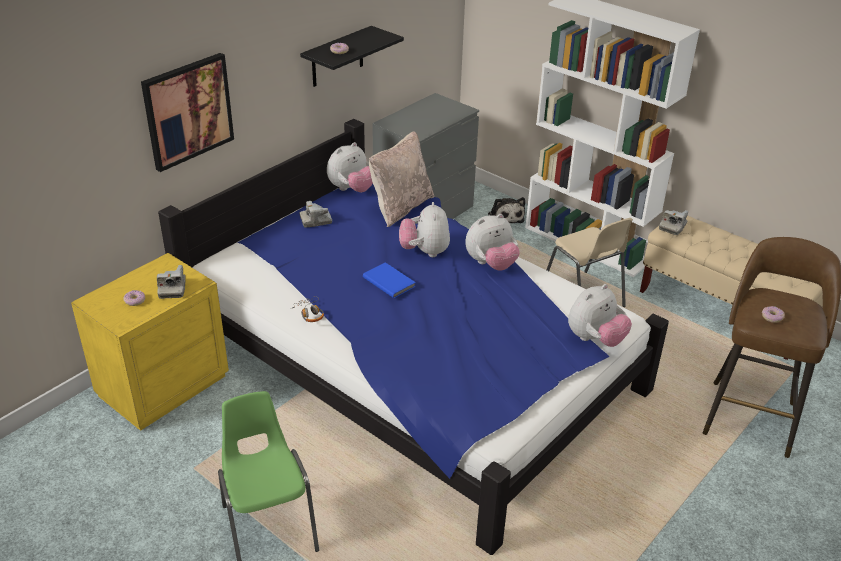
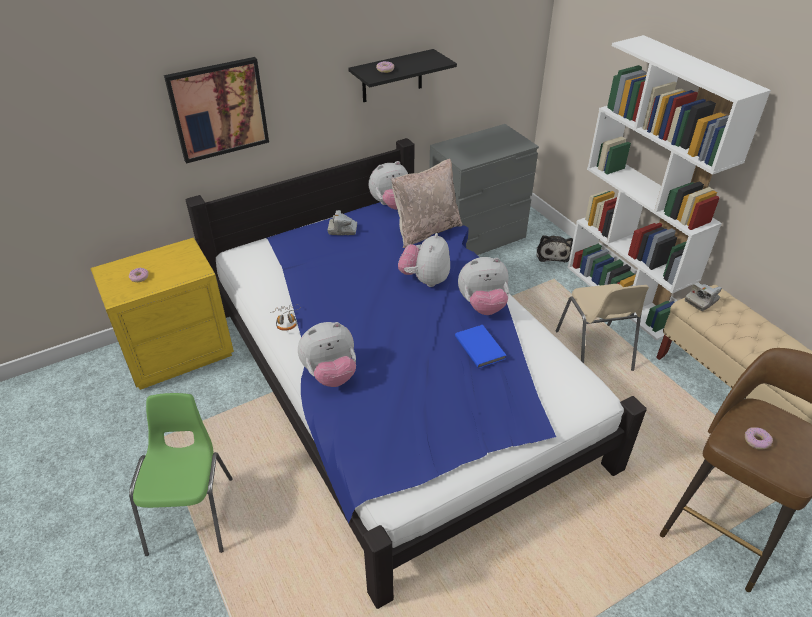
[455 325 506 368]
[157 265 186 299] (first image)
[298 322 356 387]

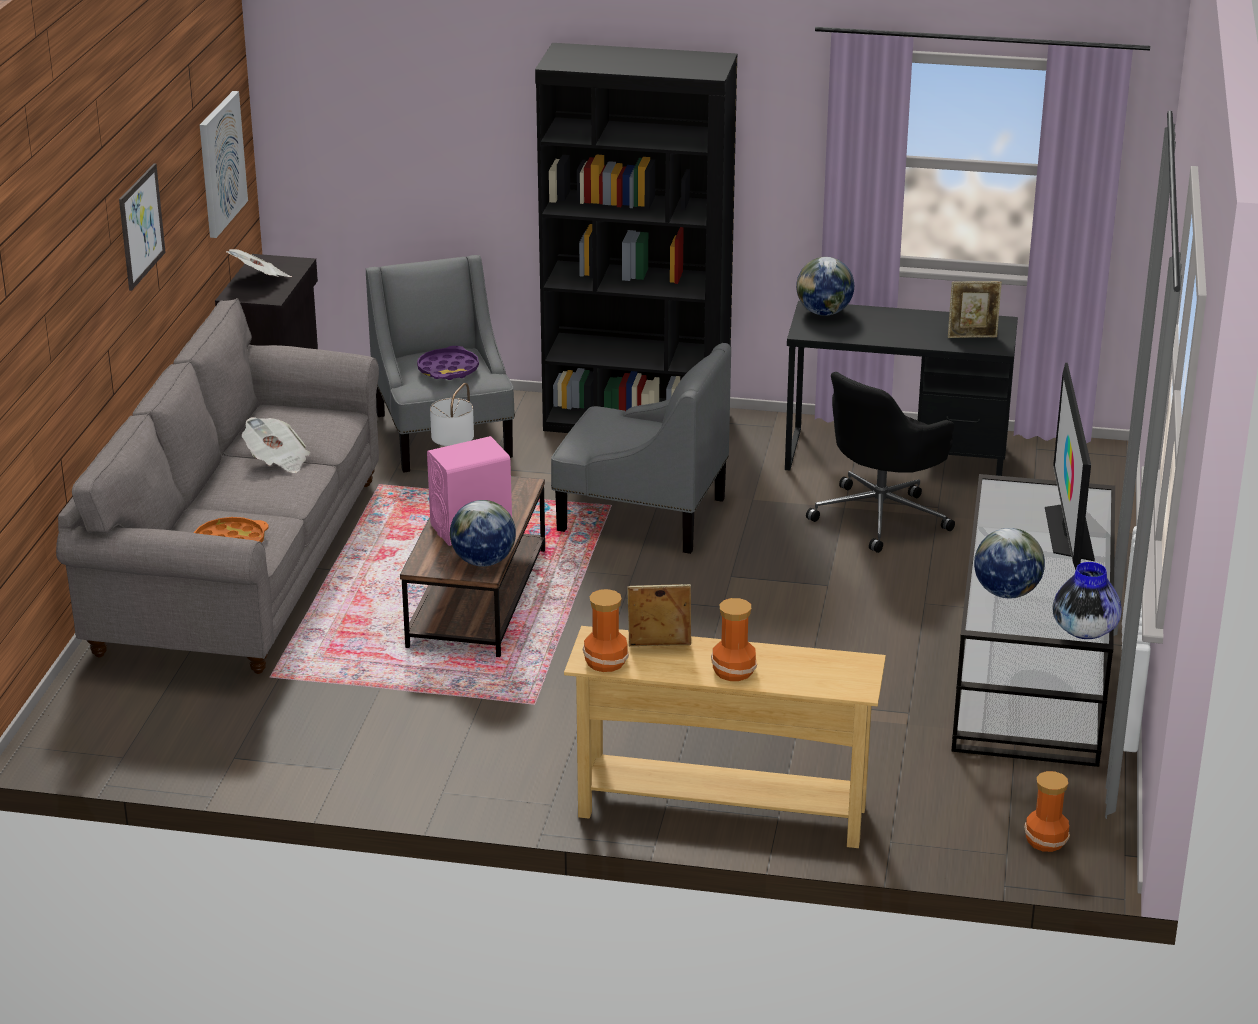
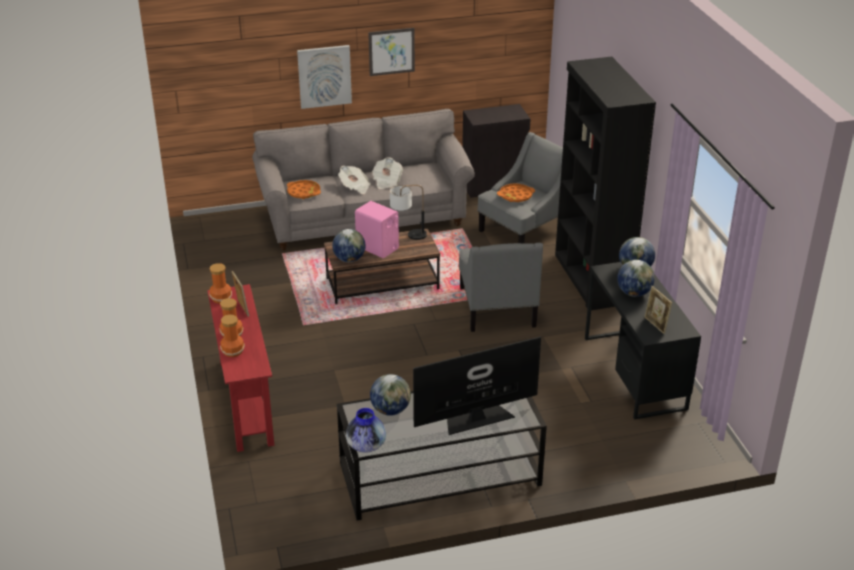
[297 45 352 109]
[338 166 371 194]
[497 183 535 202]
[806 372 955 553] (first image)
[207 284 274 452]
[220 315 245 357]
[617 260 655 297]

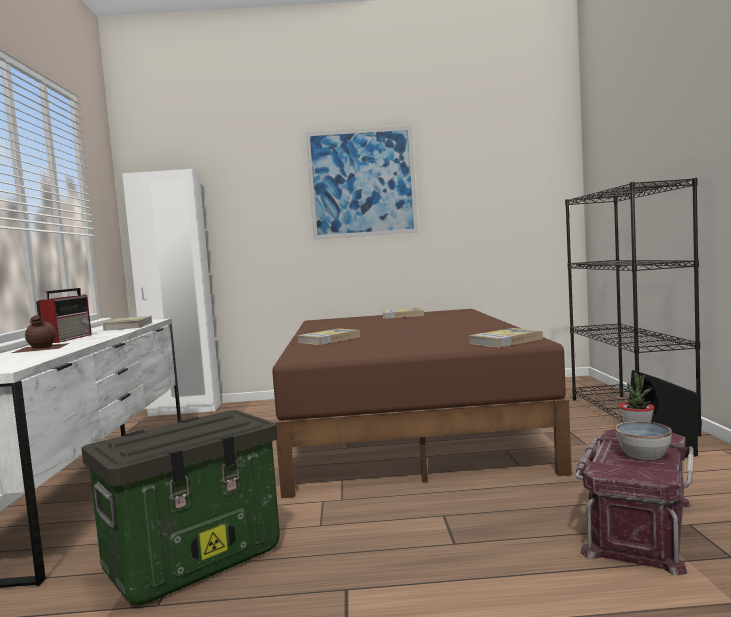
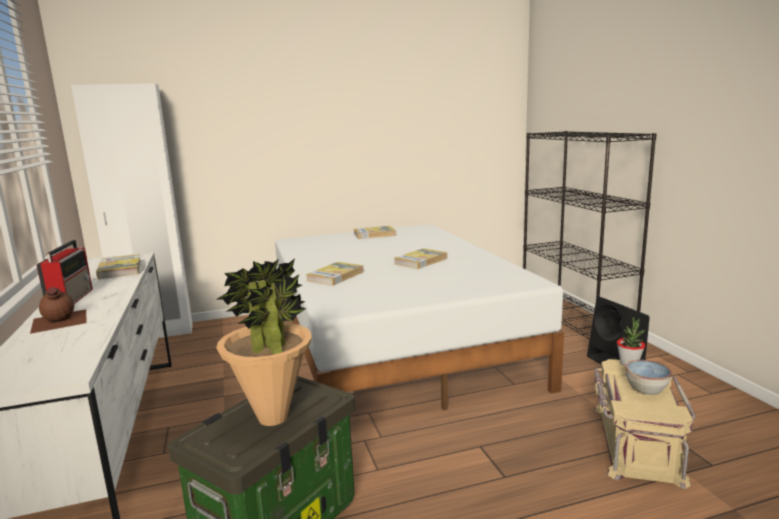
[306 126 418 239] (first image)
[275 224 564 410]
[394 248 447 269]
[594 359 696 489]
[216 258 312 426]

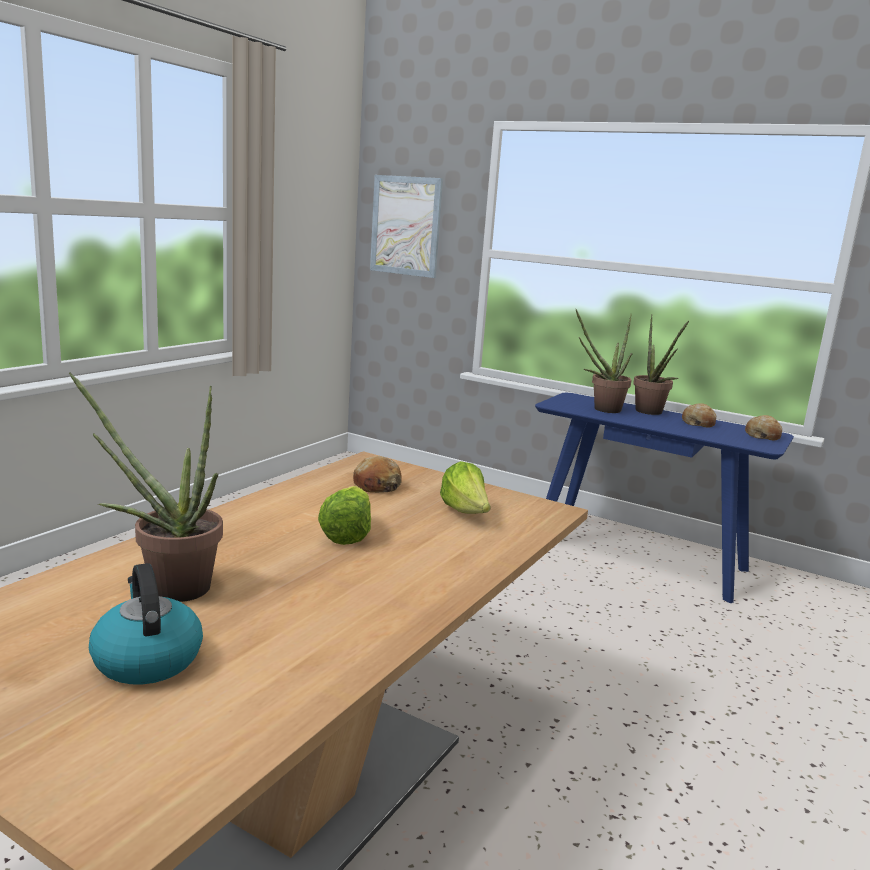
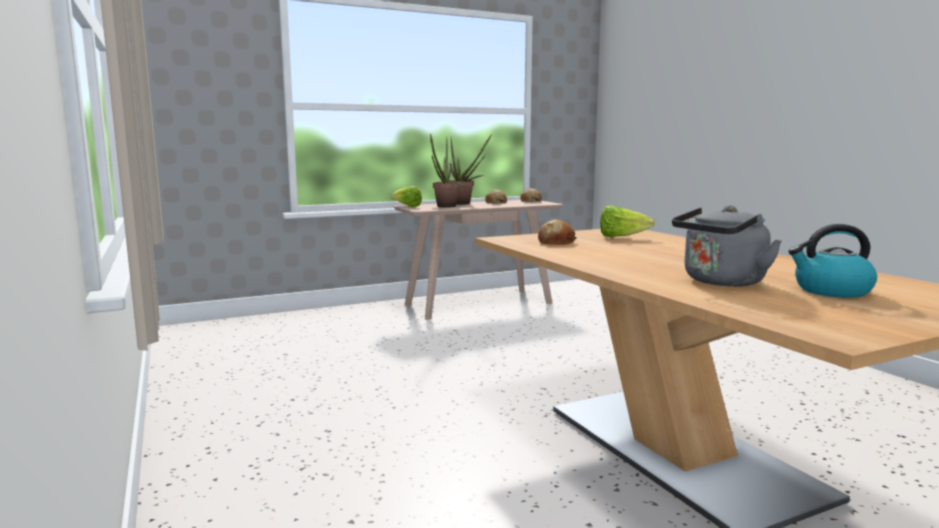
[370 175 443 278] (first image)
[672 206 782 286]
[394 200 563 320]
[391 186 422 207]

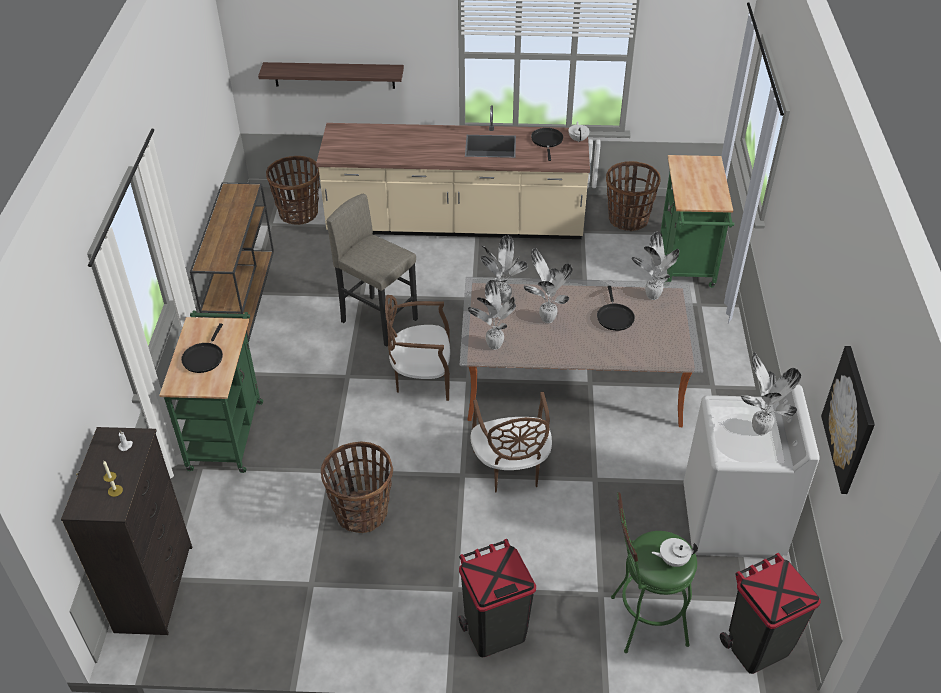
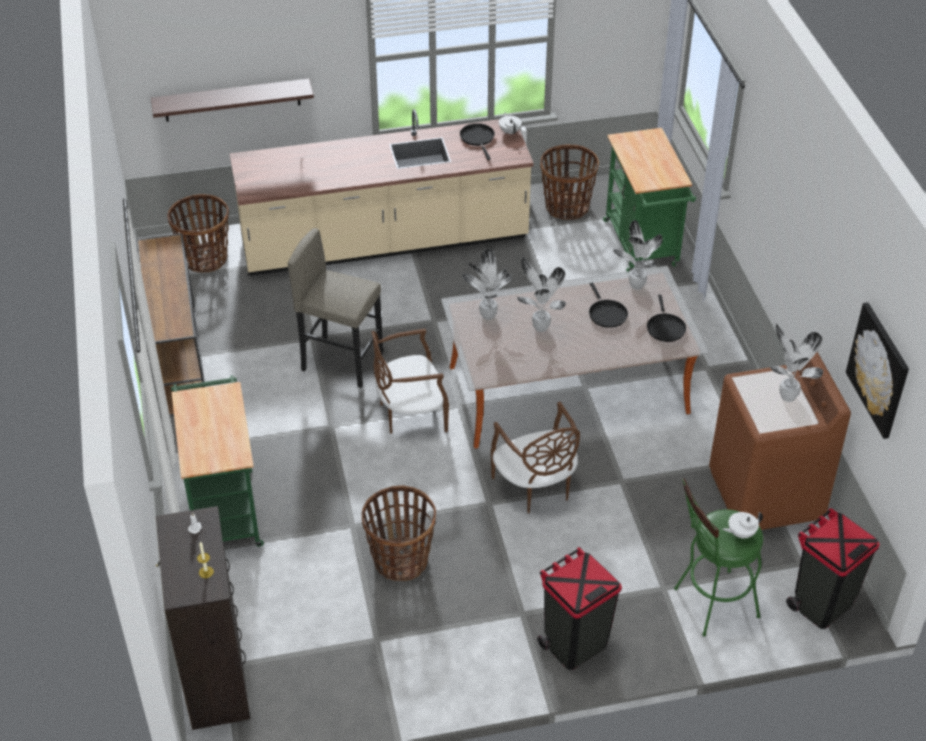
[468 280 516 350] (first image)
[647 295 686 342]
[709 352 851 530]

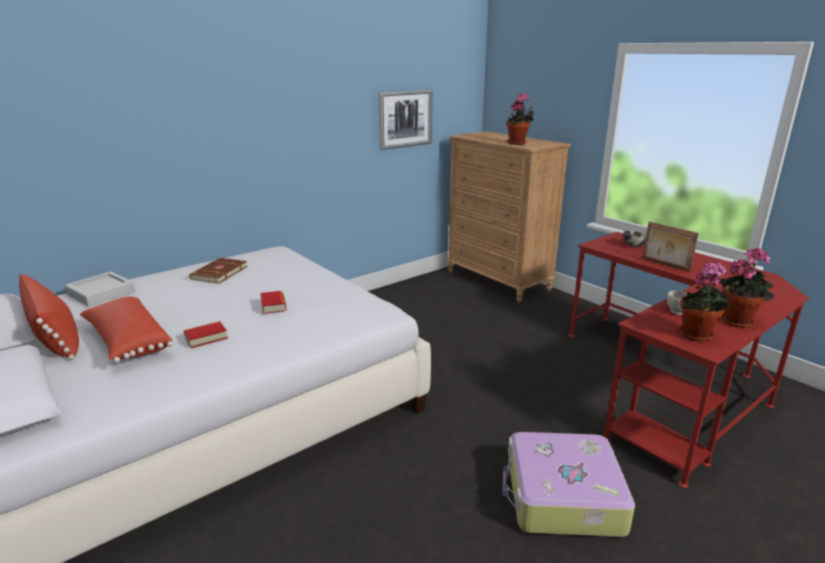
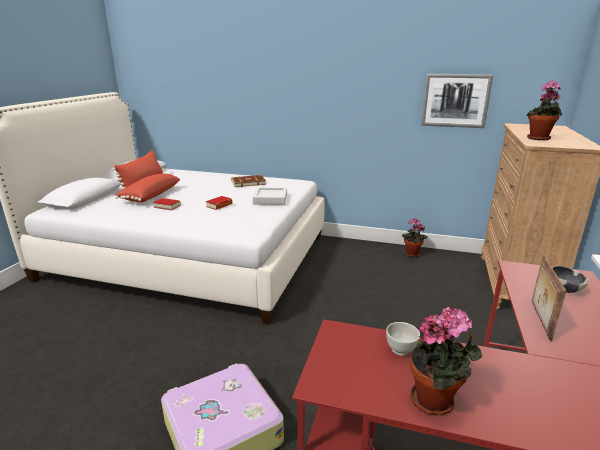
[402 218 428 257]
[253 187 287 205]

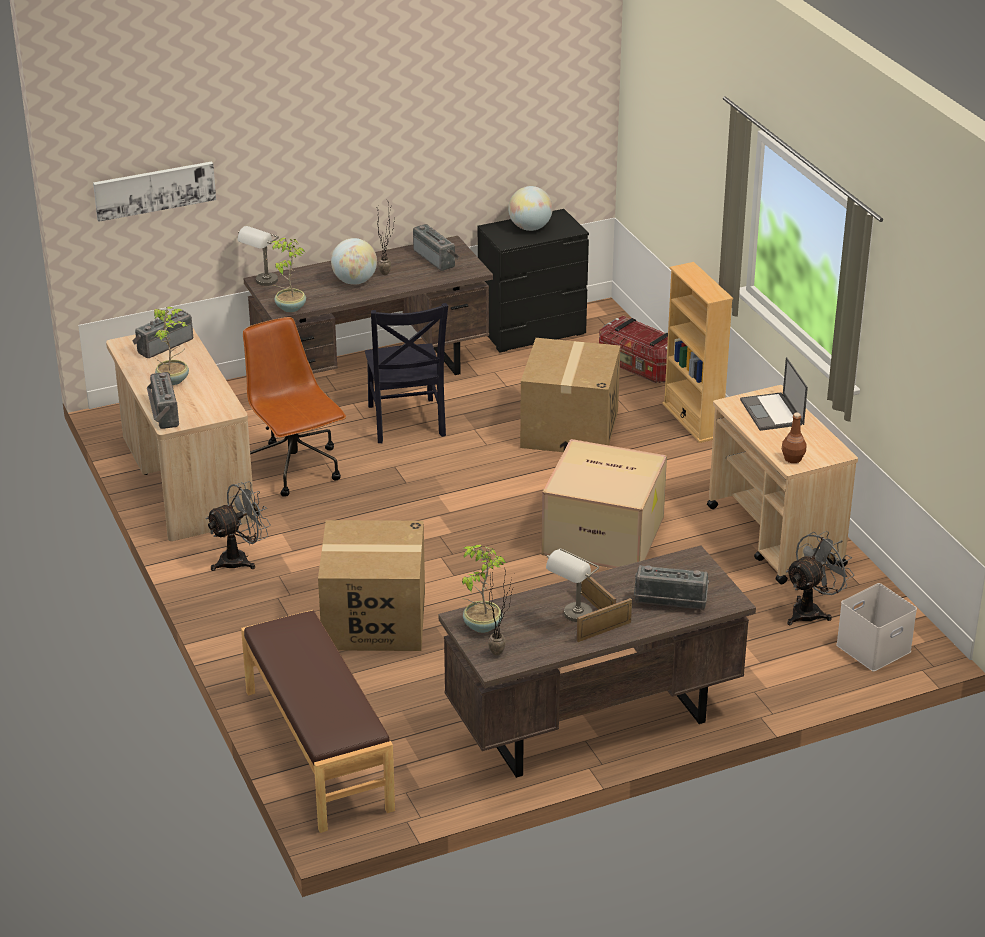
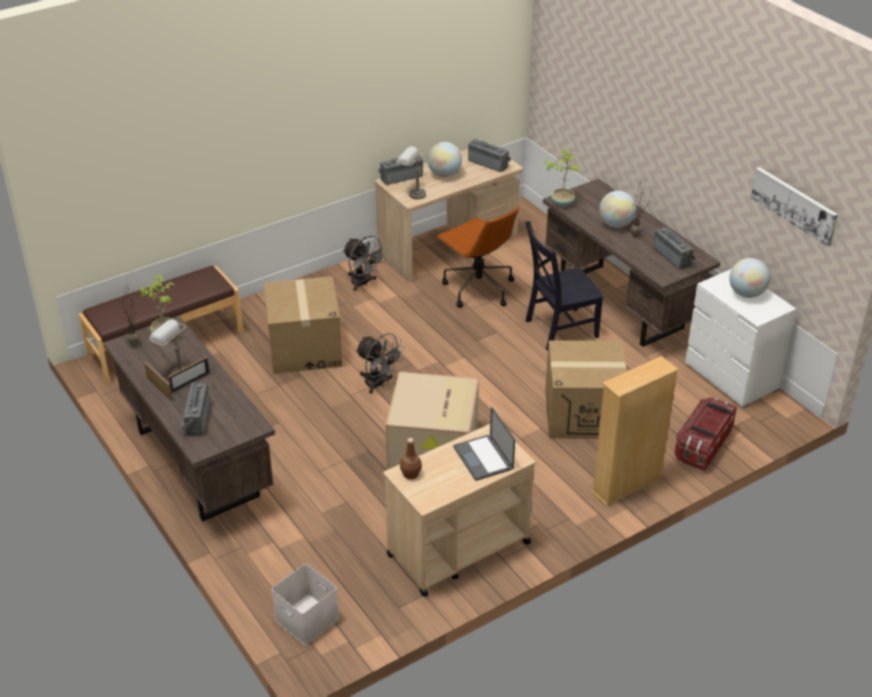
[751 167 838 246]
[685 269 796 407]
[653 227 695 270]
[396 146 426 199]
[427 142 462 177]
[435 207 519 308]
[453 407 515 481]
[355 333 405 394]

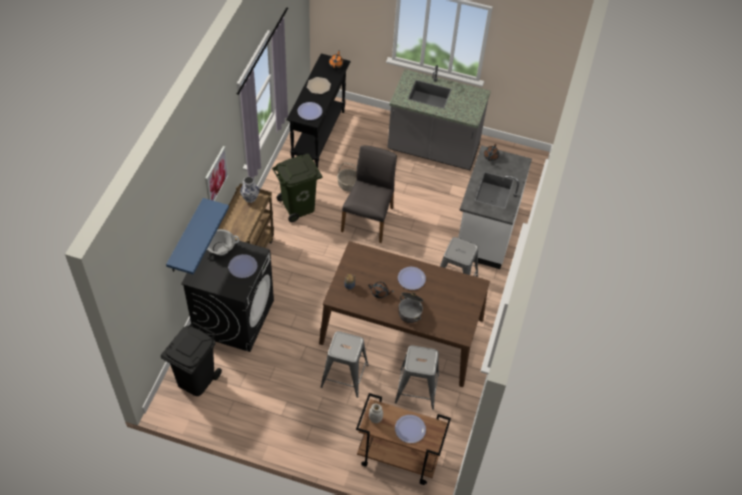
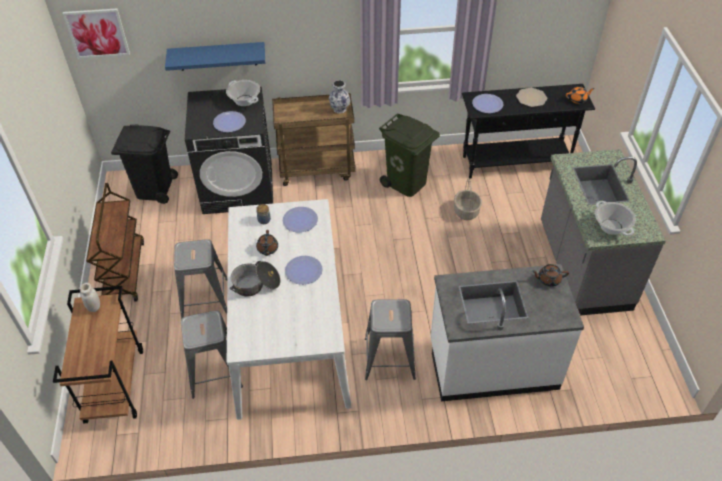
[341 145 397 243] (first image)
[63 8 130 59]
[227 199 351 420]
[283 207 318 232]
[86 183 144 302]
[595 201 636 236]

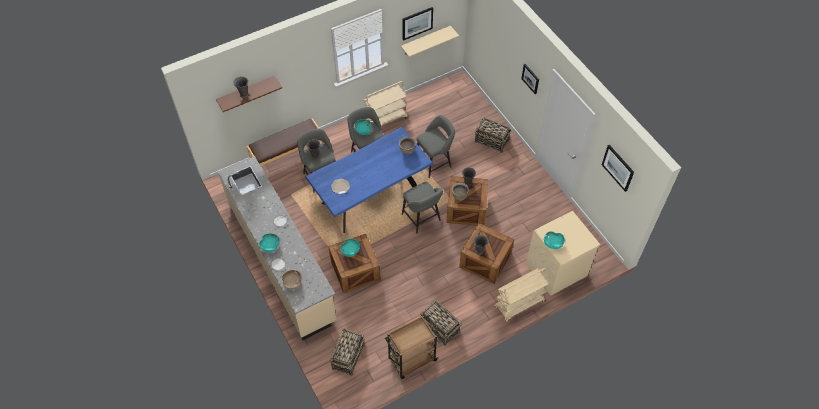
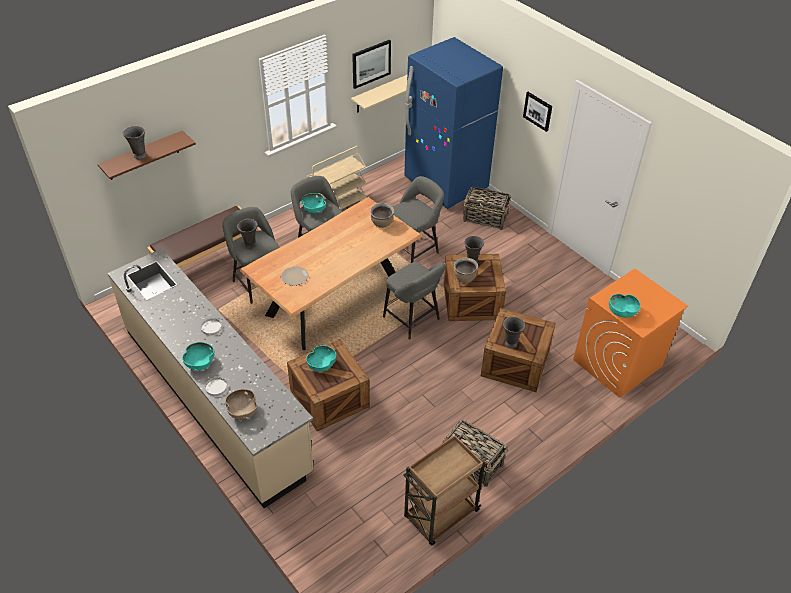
[240 197 422 350]
[602 145 634 192] (first image)
[573 269 688 398]
[495 268 549 322] (first image)
[330 328 365 376] (first image)
[404 37 503 209]

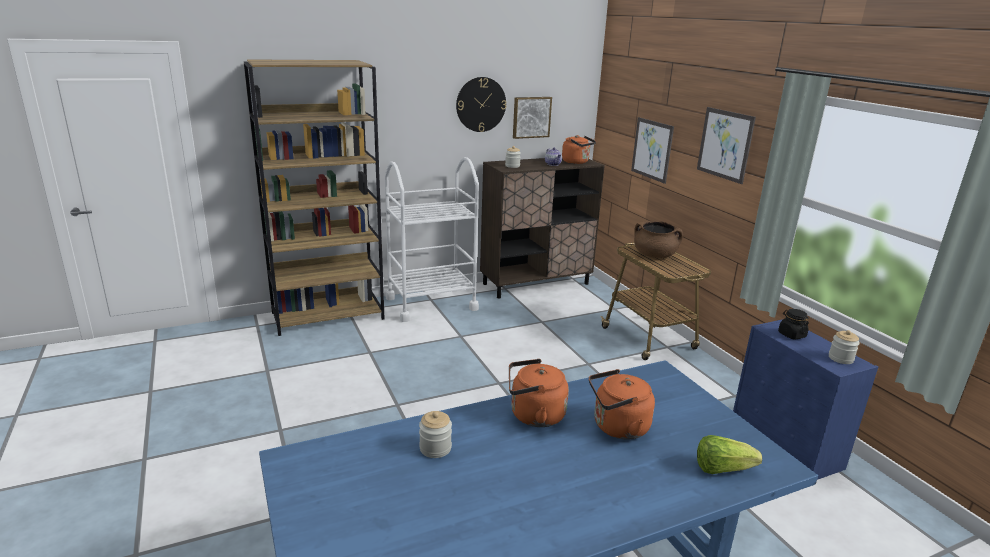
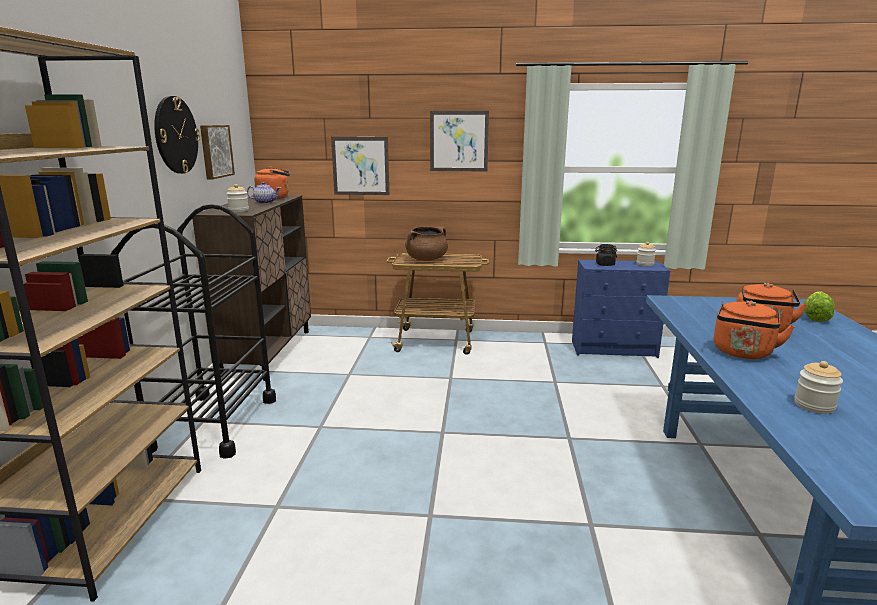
[111 204 276 459]

